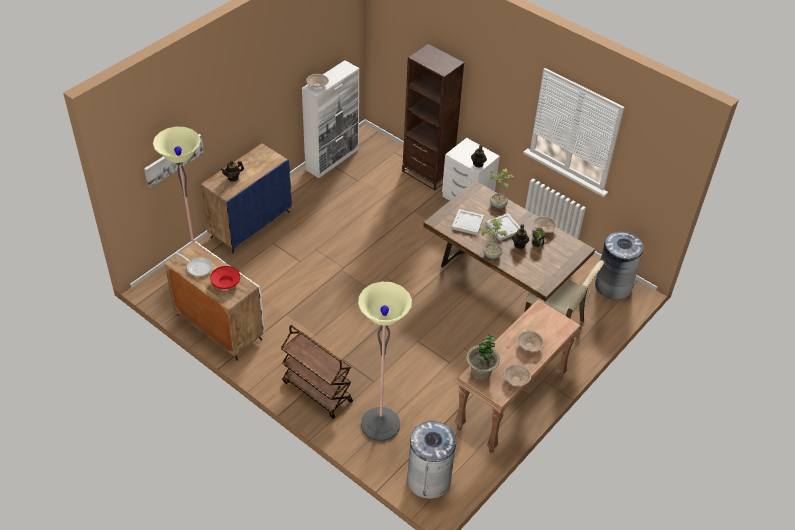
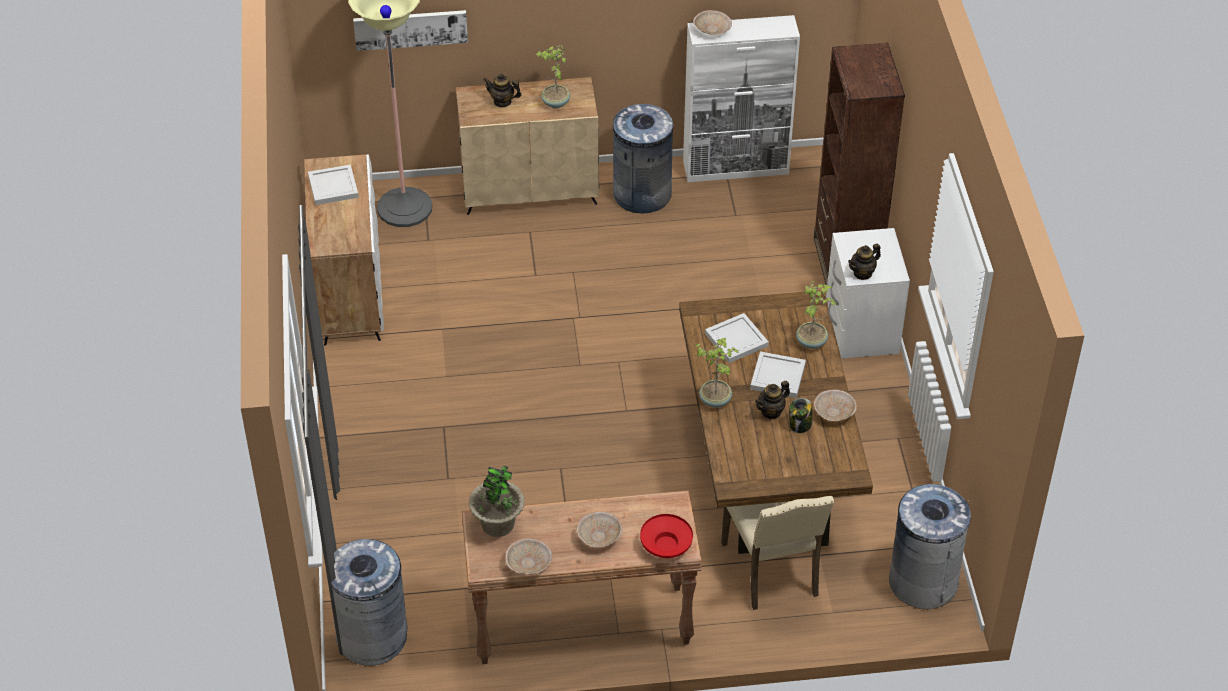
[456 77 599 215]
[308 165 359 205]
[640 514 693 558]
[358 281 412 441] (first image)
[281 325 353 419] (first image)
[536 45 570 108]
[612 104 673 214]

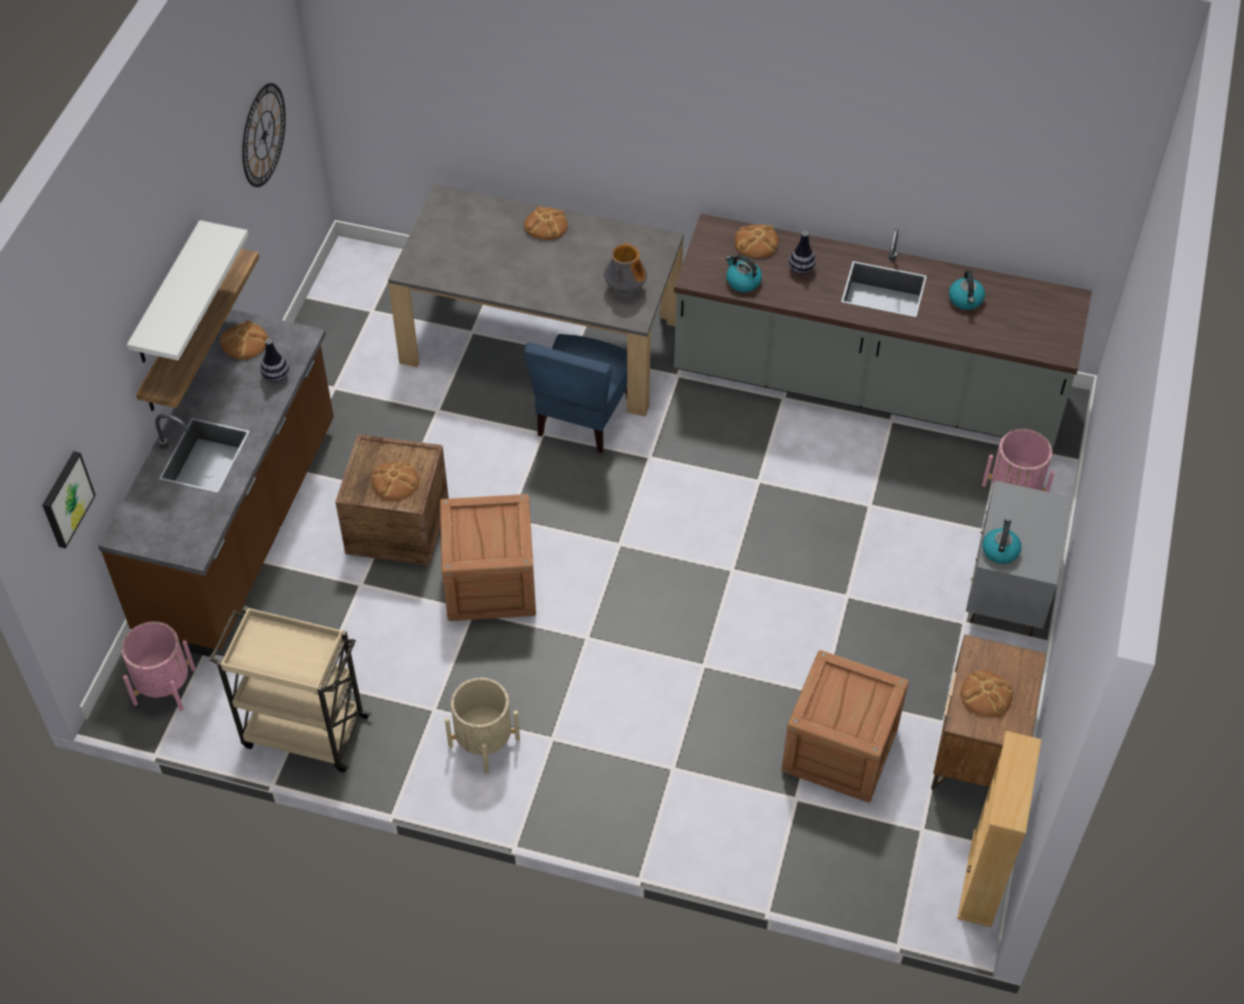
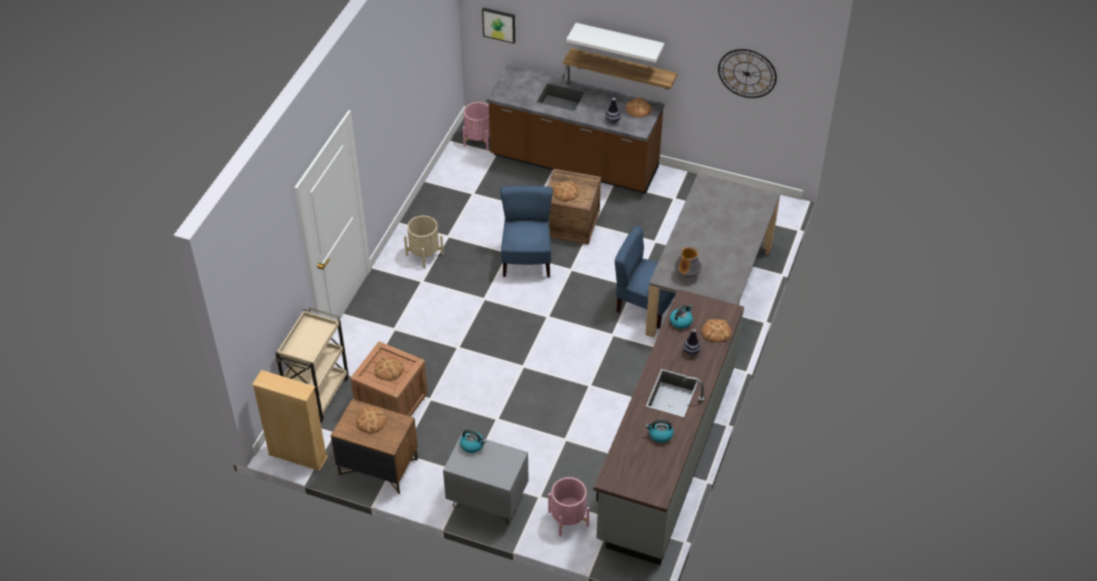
[374 356 404 381]
[500 186 553 277]
[276 307 349 423]

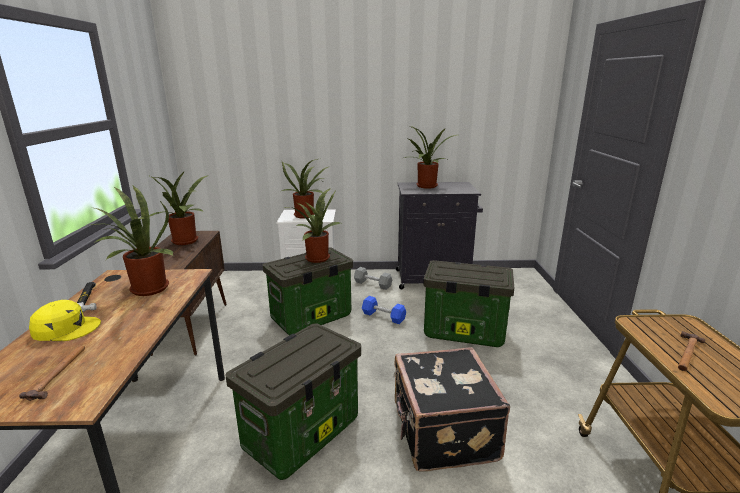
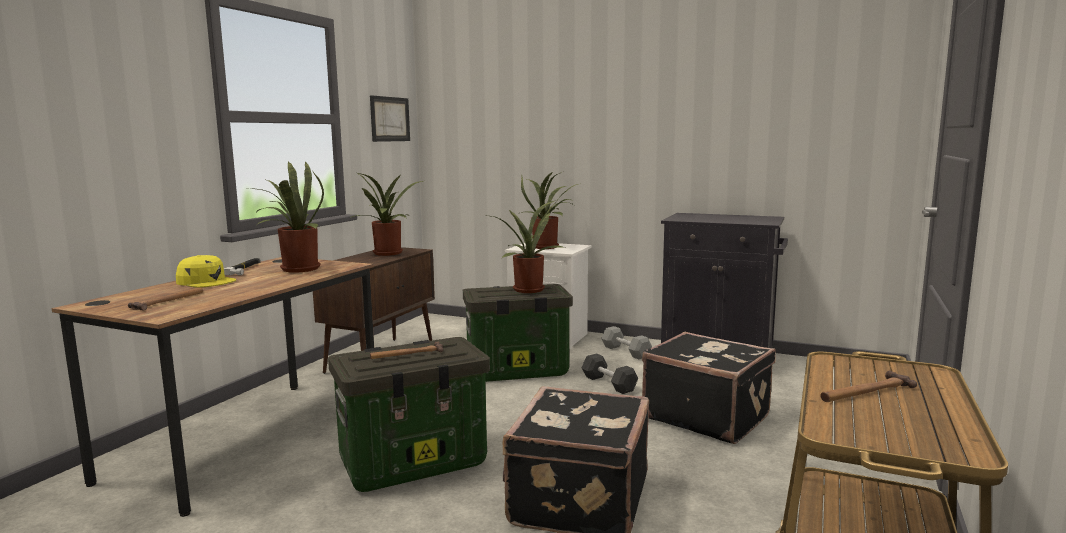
[404 127 456 189] (first image)
[642 332 776 444]
[582 354 638 394]
[370 95 410 142]
[370 341 443 359]

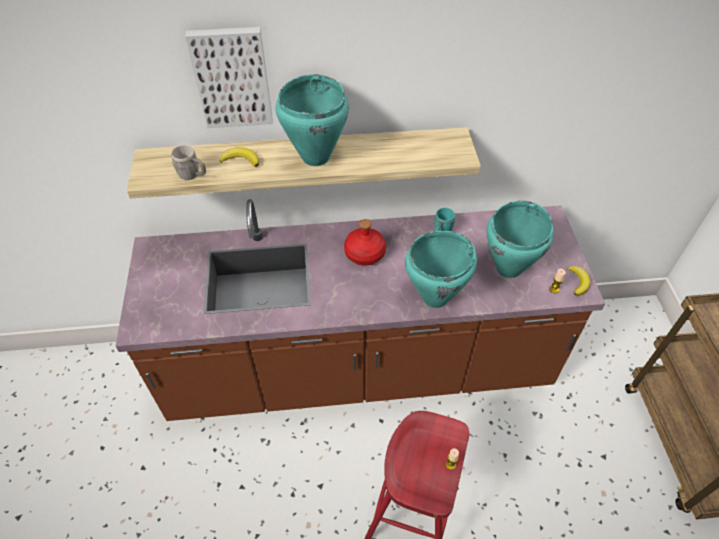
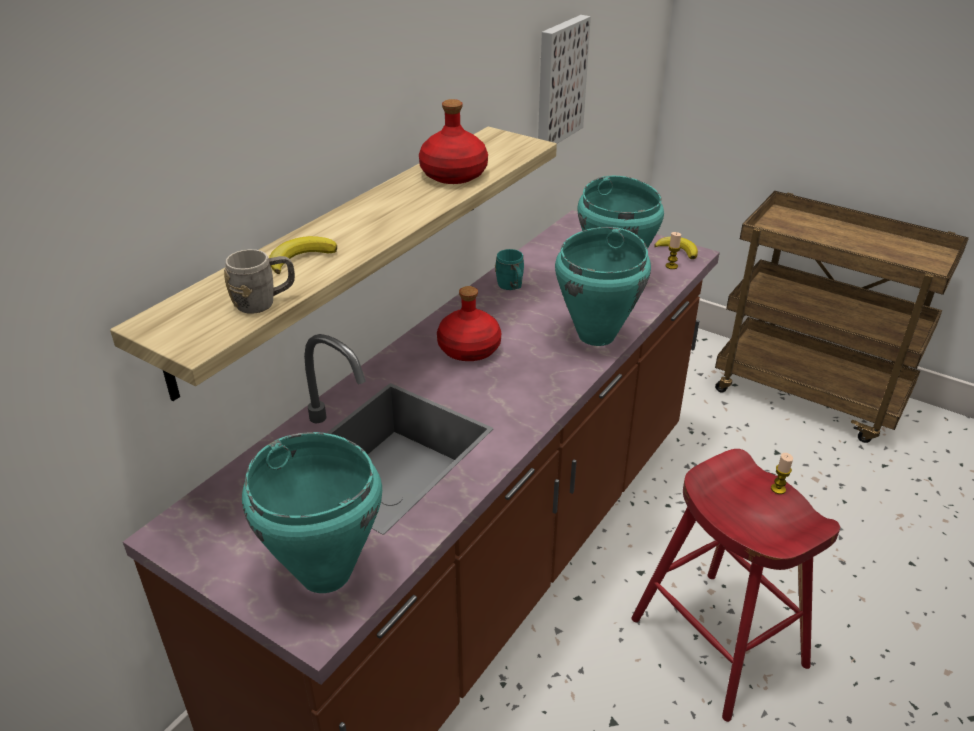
[538 15 591 144]
[242 432 382 593]
[419 99 488 184]

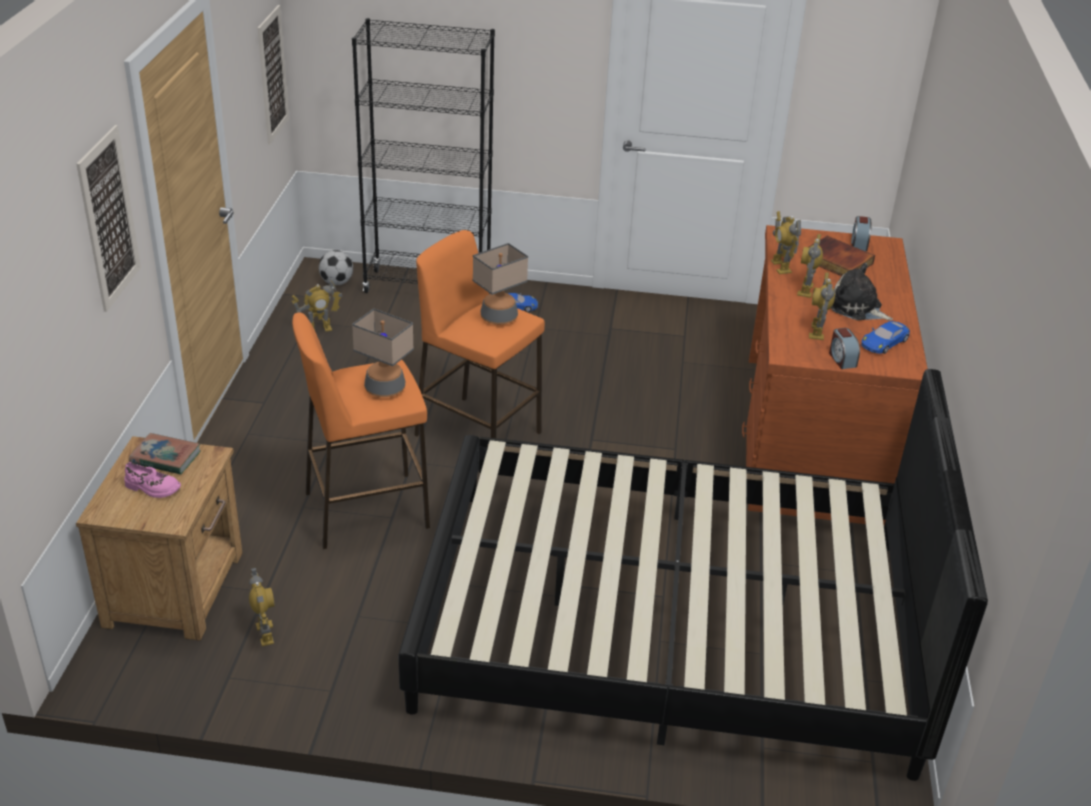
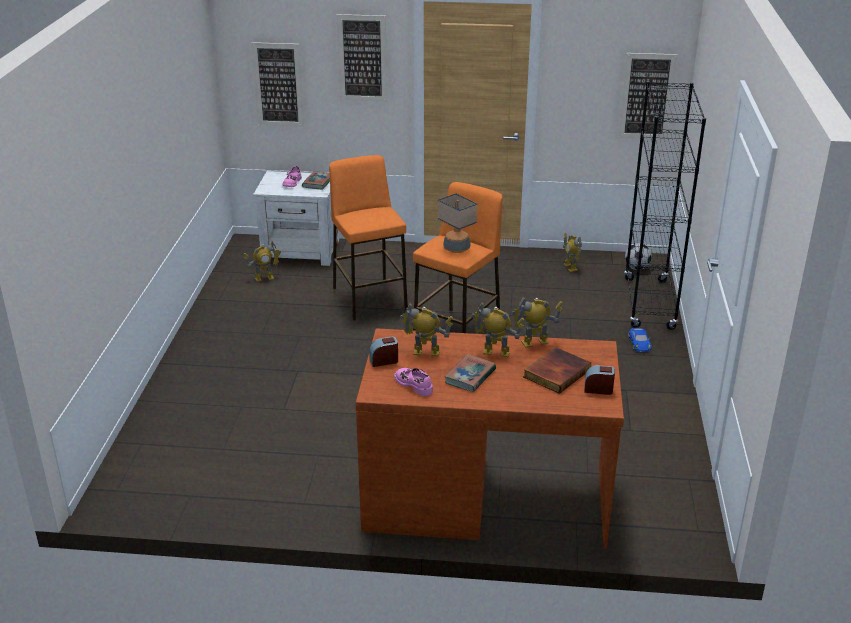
[444 354 496 392]
[352 308 414 397] (first image)
[394 368 433 396]
[398 369 988 781] (first image)
[253 171 339 266]
[251 42 304 127]

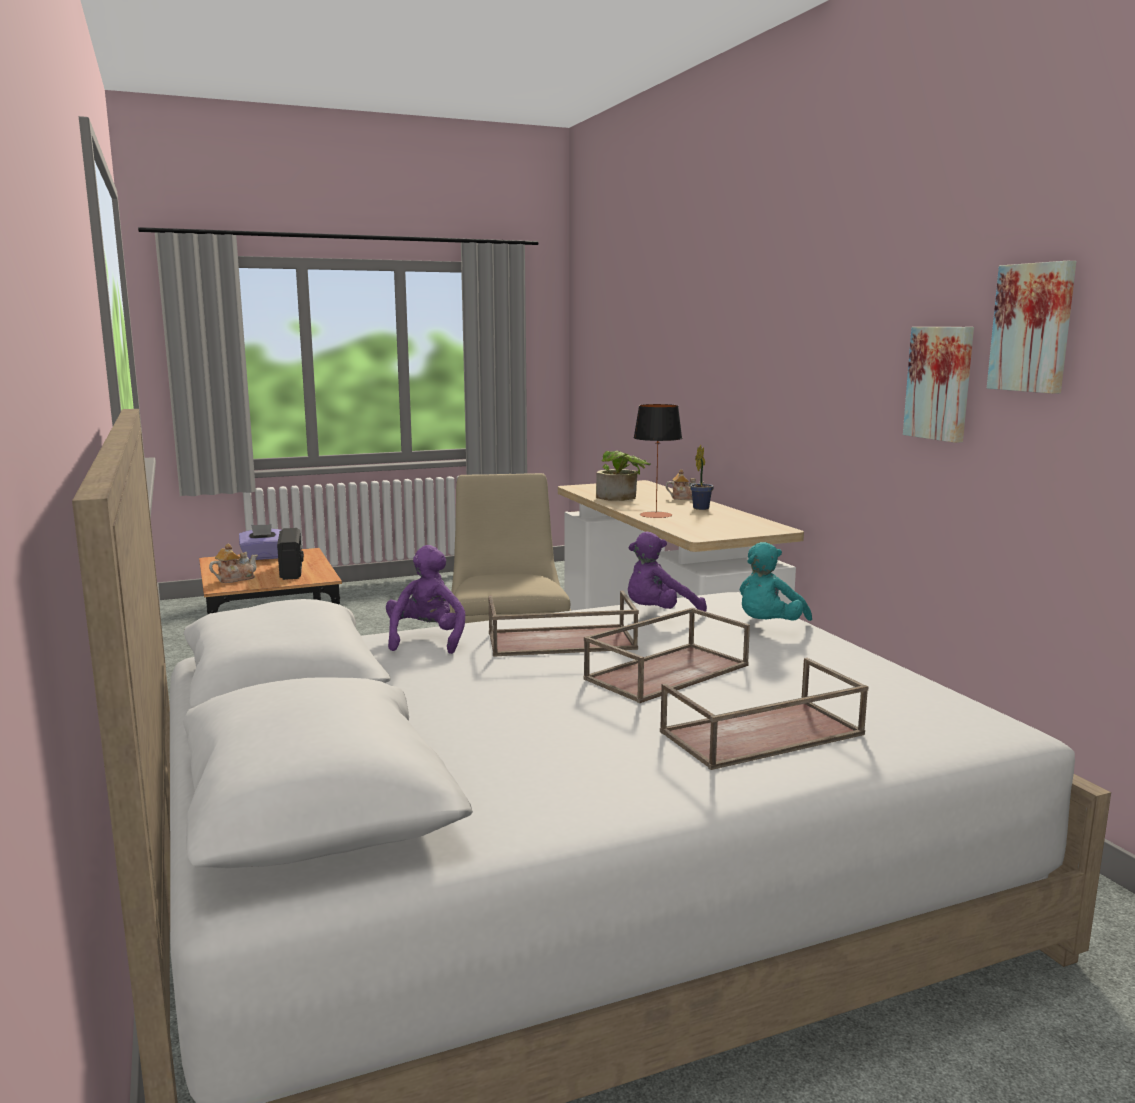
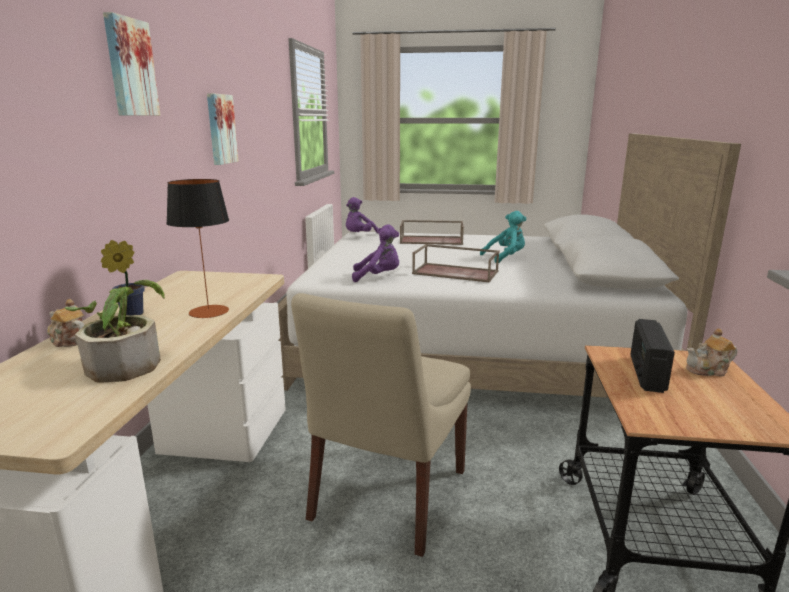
[103 12 160 116]
[239 524 281 560] (first image)
[480 211 527 263]
[346 197 378 233]
[583 608 750 703] (first image)

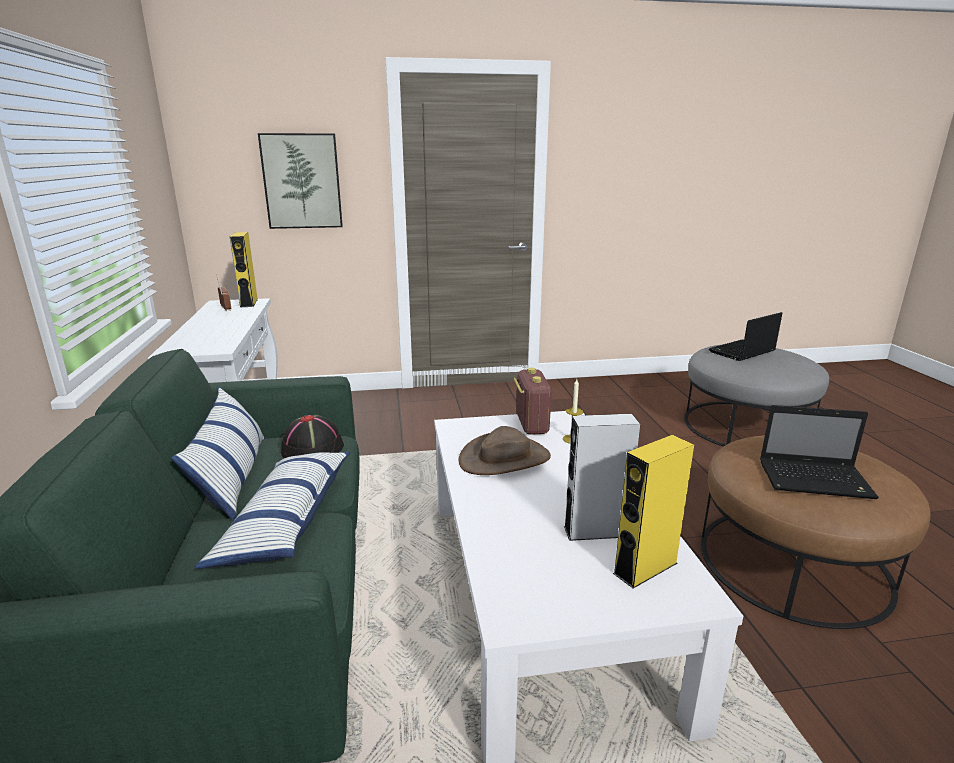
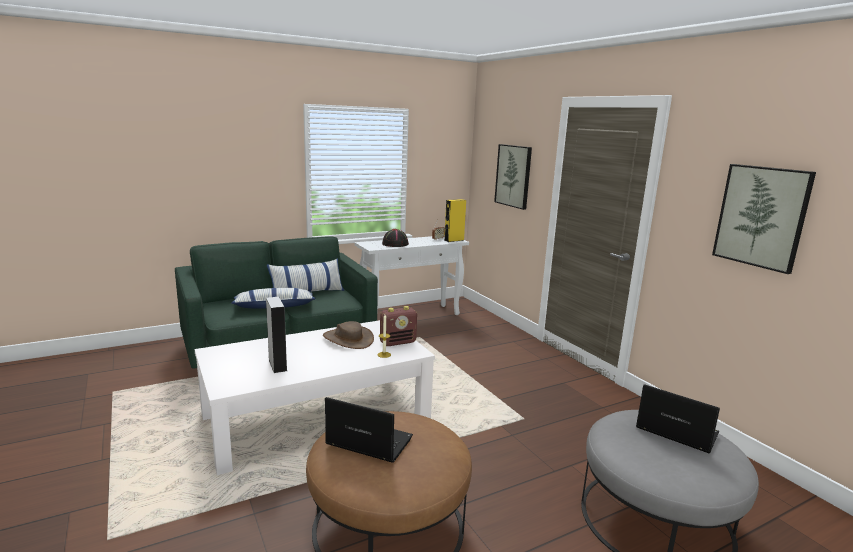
[325 397 413 463]
[382 229 409 247]
[613 435 694 588] (first image)
[712 164 816 274]

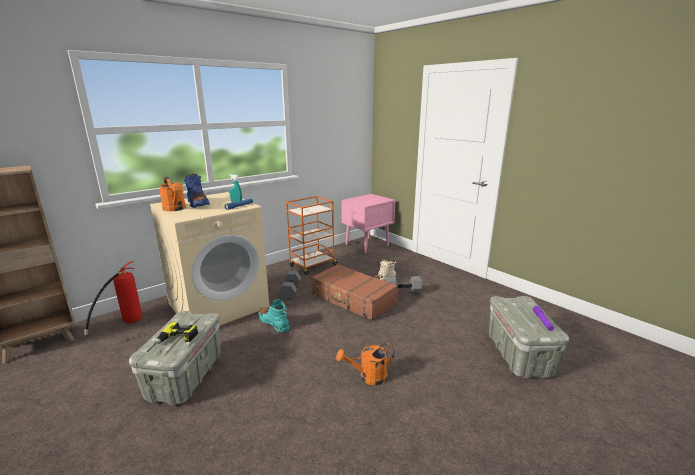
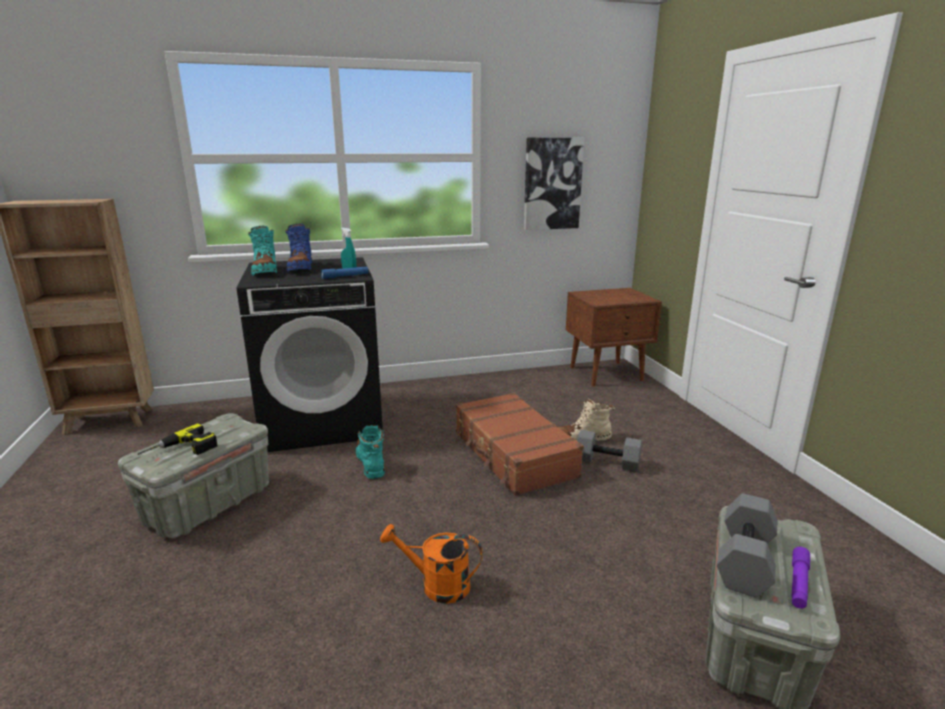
[248 226 277 276]
[237 257 383 452]
[566 288 662 387]
[286 196 339 275] (first image)
[84 261 142 335] (first image)
[717 493 778 597]
[524 138 584 230]

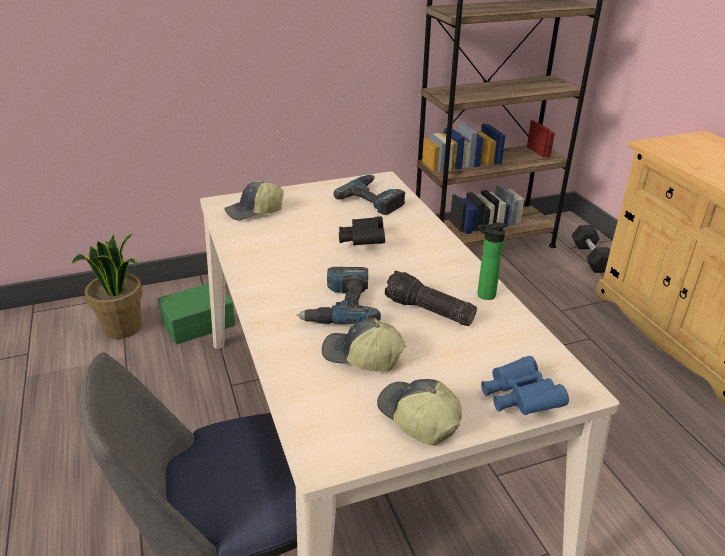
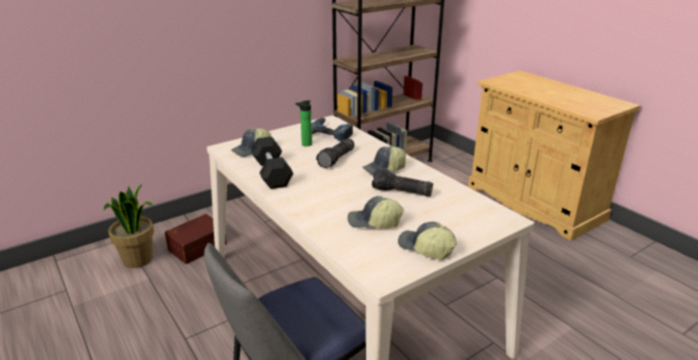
[316 138 355 168]
[295 100 312 146]
[251 136 293 189]
[296 267 381 324] (first image)
[165 214 227 264]
[481 356 569 415] (first image)
[362 146 406 175]

